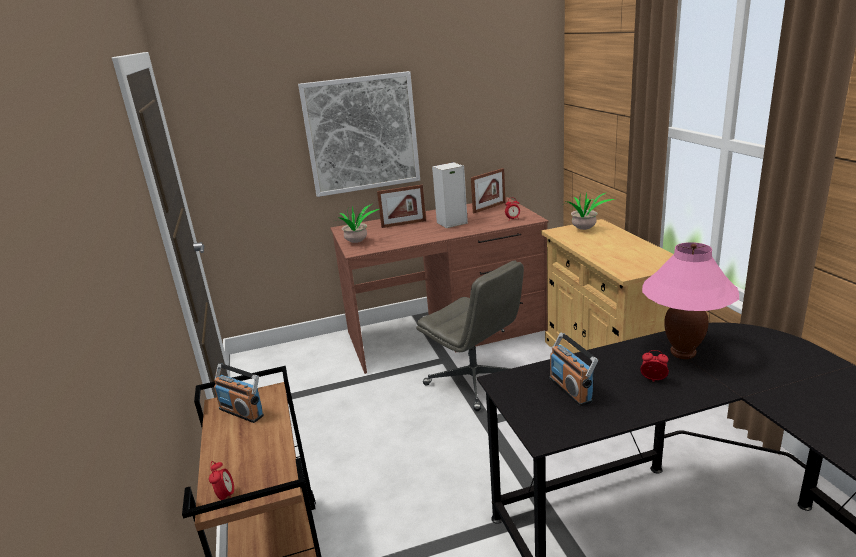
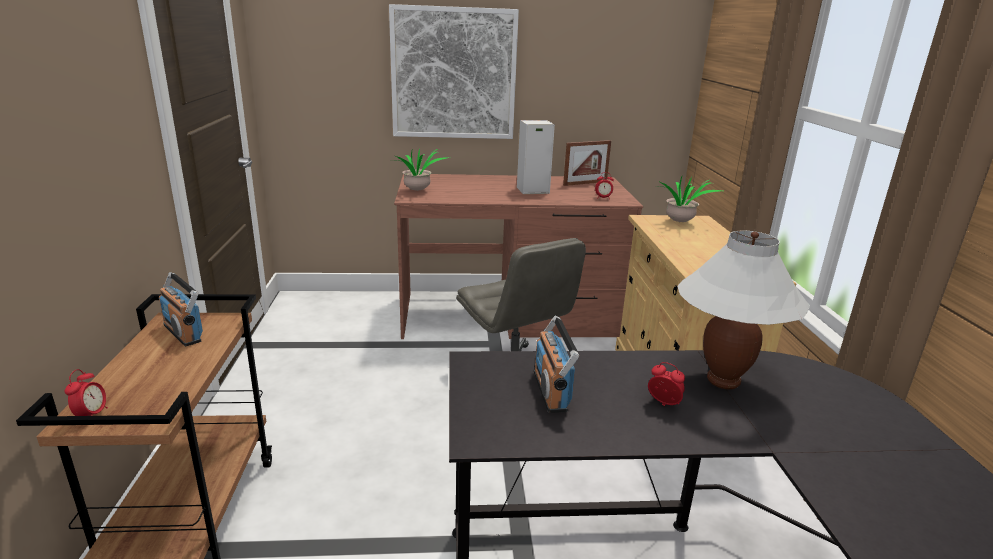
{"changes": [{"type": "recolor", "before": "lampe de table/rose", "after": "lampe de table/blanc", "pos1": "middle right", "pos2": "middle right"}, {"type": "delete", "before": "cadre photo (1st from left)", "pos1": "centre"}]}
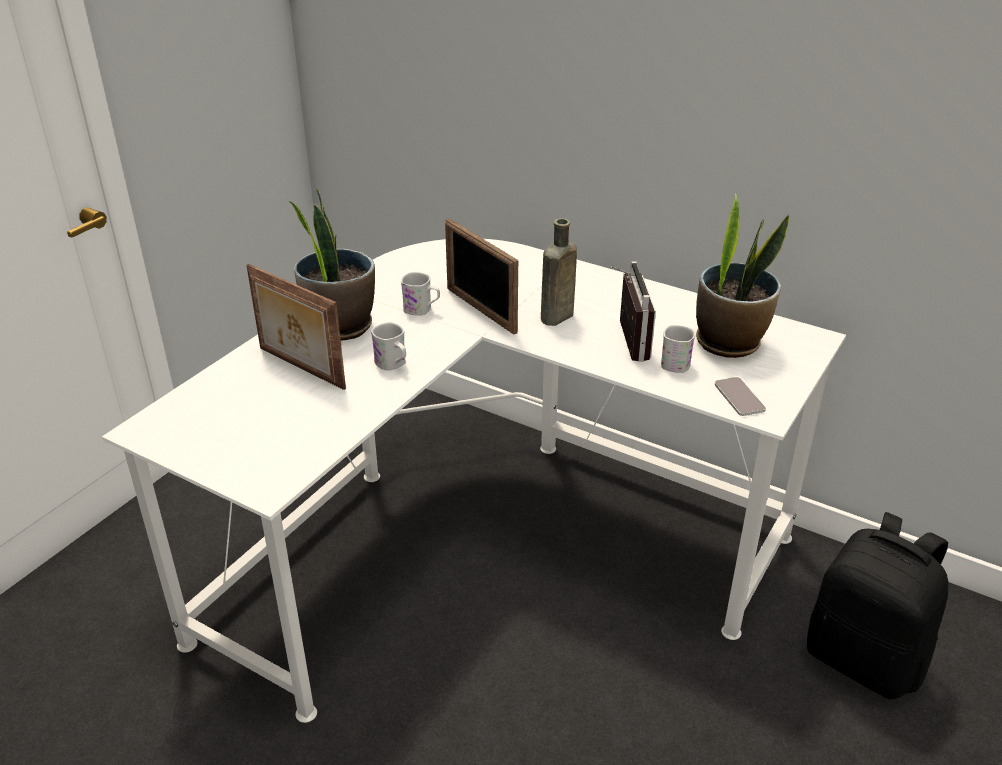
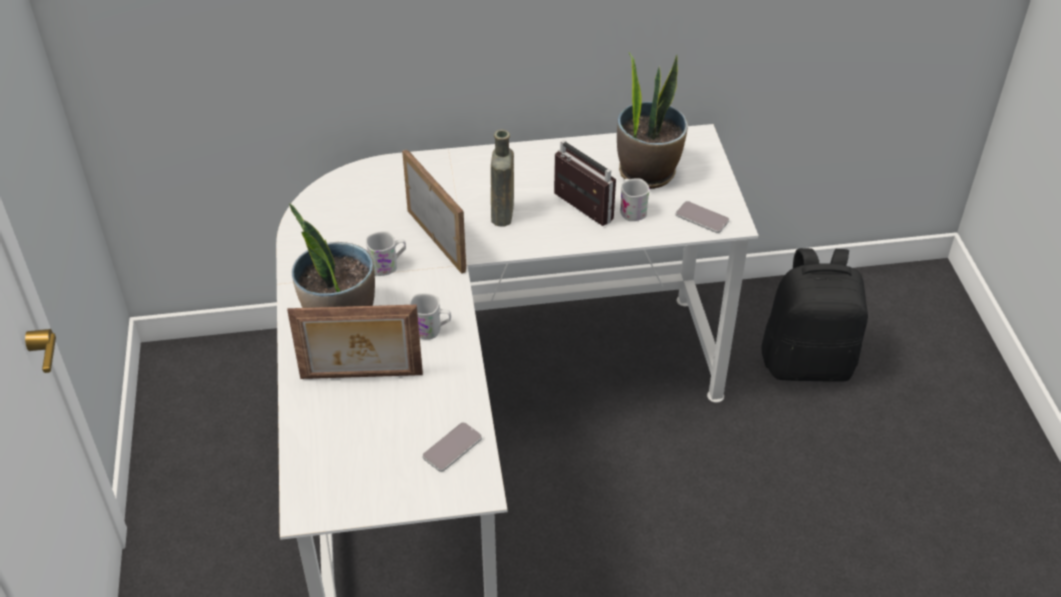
{"changes": [{"type": "rotate", "before": "cadre photo (2nd from left)", "pos1": "centre", "pos2": "centre", "turn": -135}, {"type": "insert", "after": "téléphone (1st from left)", "pos2": "bottom centre"}]}
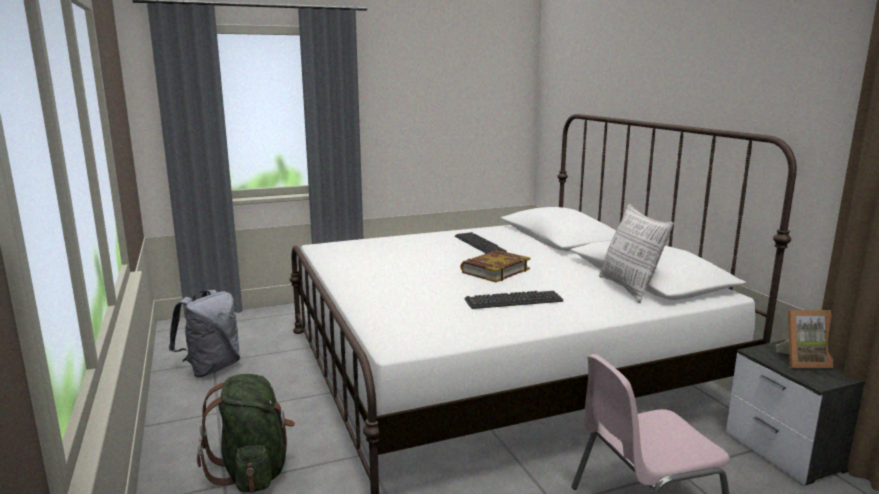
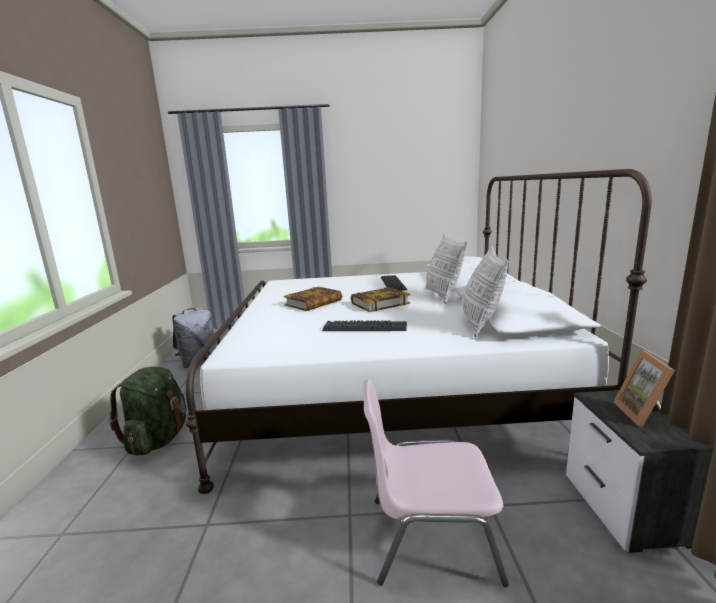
{"changes": [{"type": "insert", "after": "livre (1st from left)", "pos2": "centre"}, {"type": "insert", "after": "coussin (1st from left)", "pos2": "centre"}, {"type": "rotate", "before": "cadre photo", "pos1": "bottom right", "pos2": "middle right", "turn": 75}]}
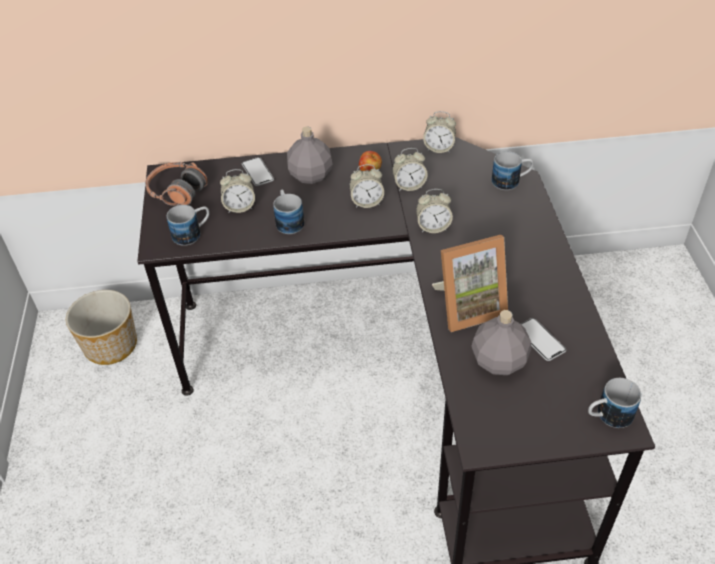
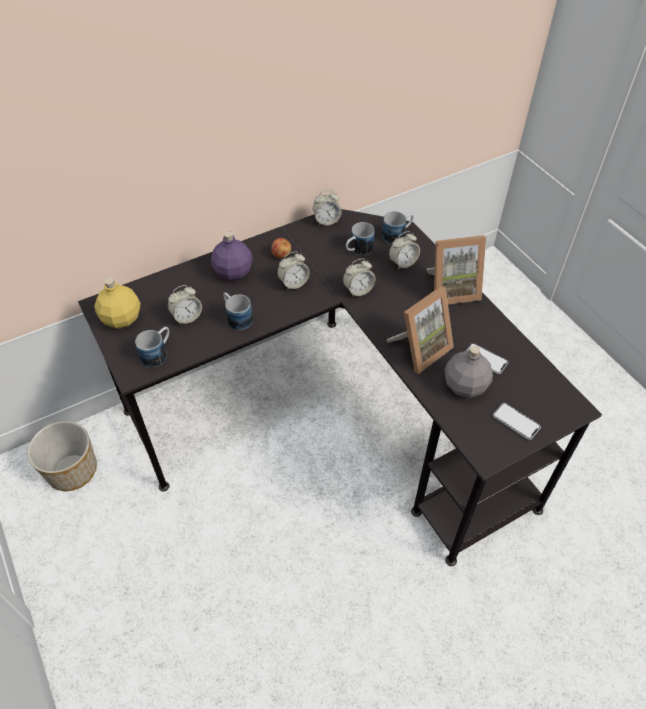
{"changes": [{"type": "replace", "before": "casque audio", "after": "bouteille/jaune", "pos1": "top left", "pos2": "middle left"}, {"type": "recolor", "before": "bouteille/gris (1st from left)", "after": "bouteille/violet", "pos1": "top centre", "pos2": "centre"}, {"type": "move", "before": "mug (4th from left in the first image)", "after": "mug (3rd from left)", "pos1": "bottom right", "pos2": "centre"}, {"type": "move", "before": "réveil (3rd from left in the first image)", "after": "réveil (5th from left)", "pos1": "top centre", "pos2": "centre"}, {"type": "insert", "after": "cadre photo (2nd from left)", "pos2": "middle right"}, {"type": "move", "before": "téléphone (1st from left in the first image)", "after": "téléphone (2nd from left)", "pos1": "top centre", "pos2": "middle right"}]}
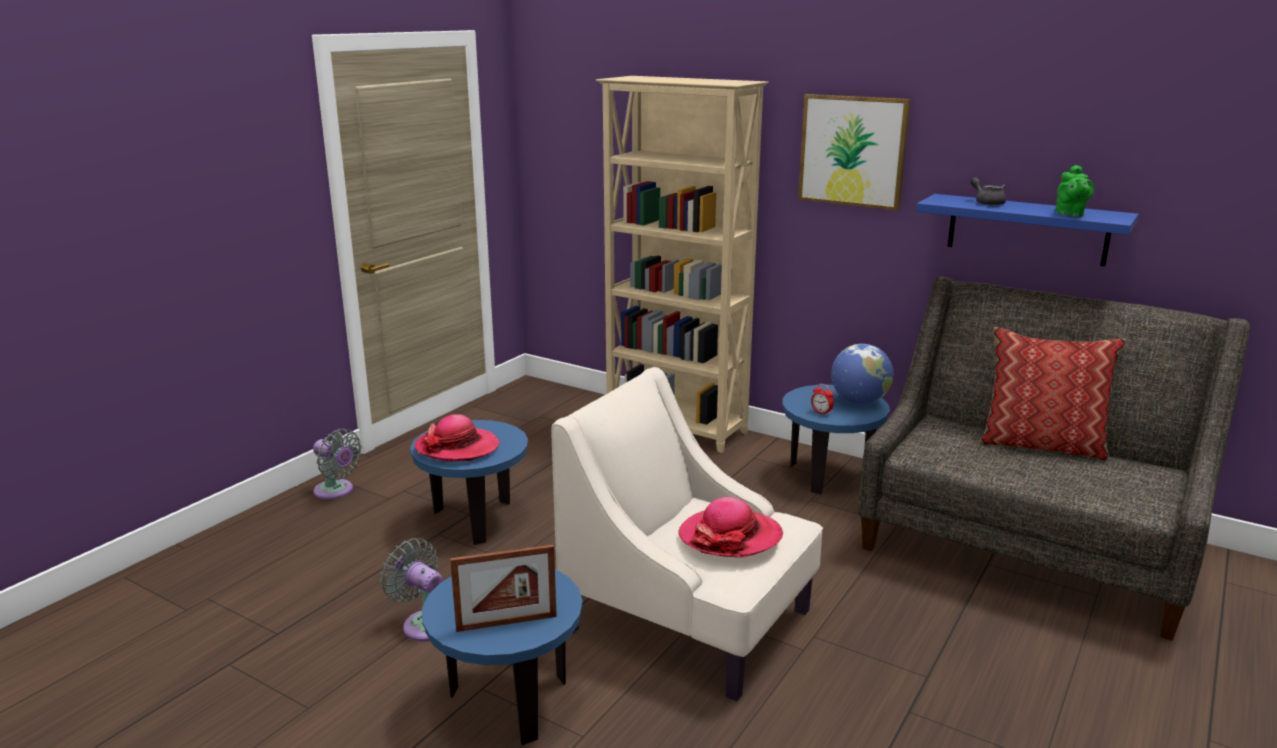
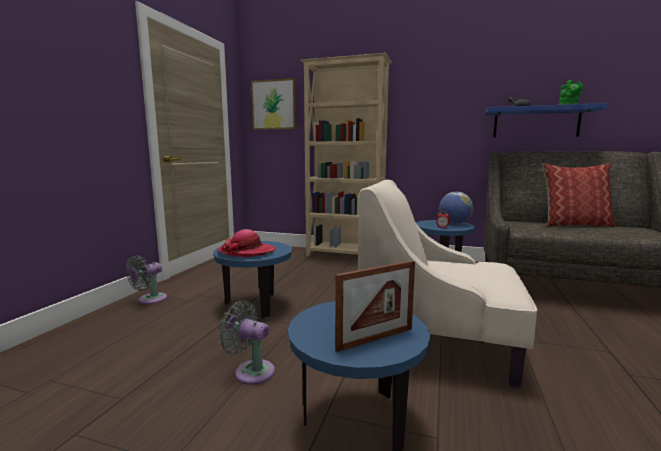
{"changes": [{"type": "rotate", "before": "ventilateur/gris (1st from left)", "pos1": "middle left", "pos2": "middle left", "turn": 105}, {"type": "move", "before": "tableau", "pos1": "top right", "pos2": "top centre"}, {"type": "delete", "before": "chapeau (2nd from left)", "pos1": "bottom centre"}]}
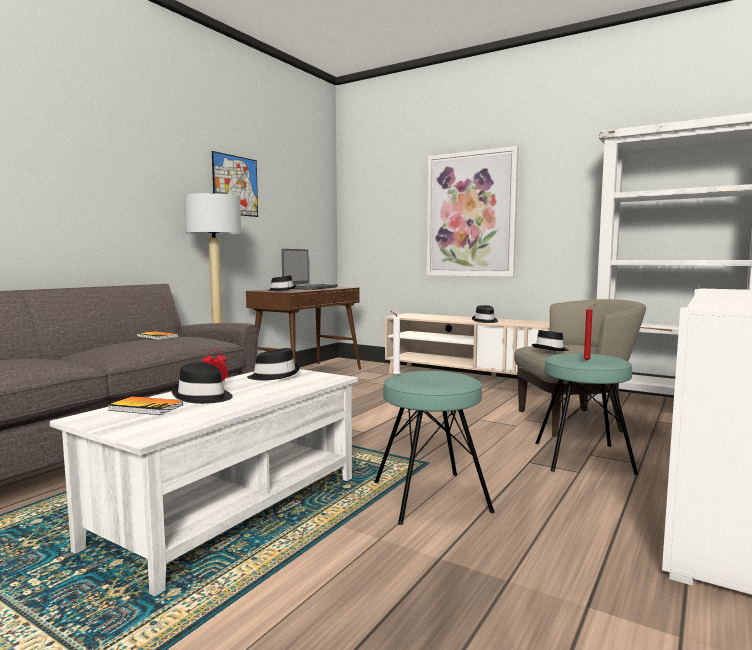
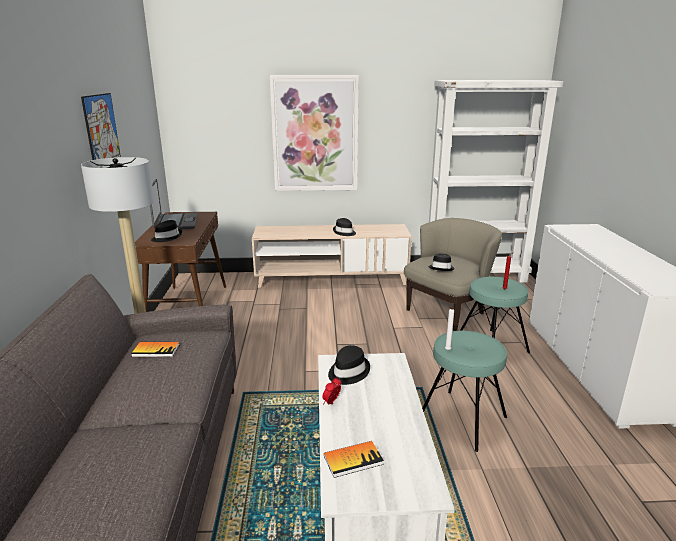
{"changes": [{"type": "delete", "before": "chapeau/noir (1st from left)", "pos1": "middle left"}]}
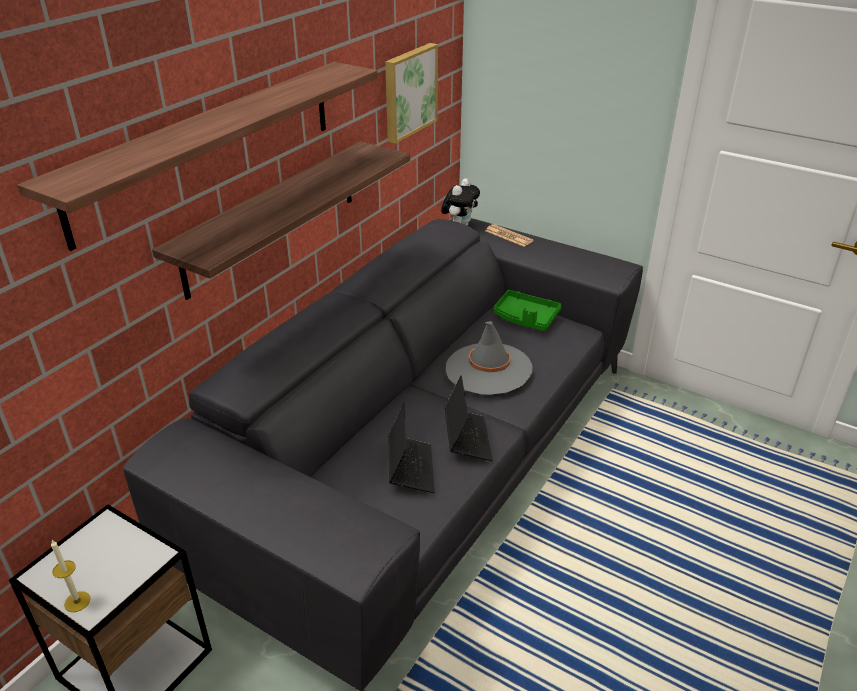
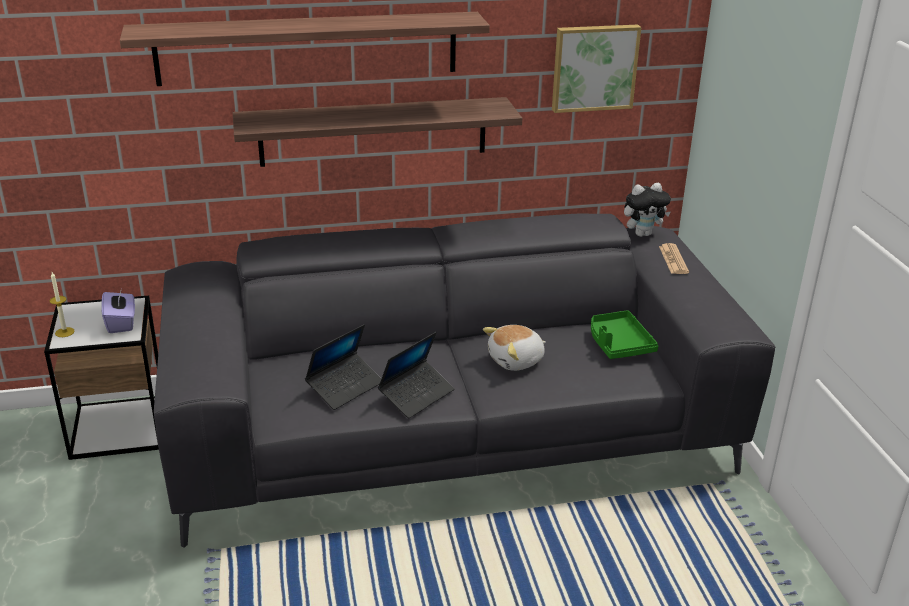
{"changes": [{"type": "insert", "after": "boîte à mouchoirs/violet", "pos2": "middle left"}, {"type": "replace", "before": "chapeau/gris", "after": "peluche (1st from left)", "pos1": "centre", "pos2": "centre"}]}
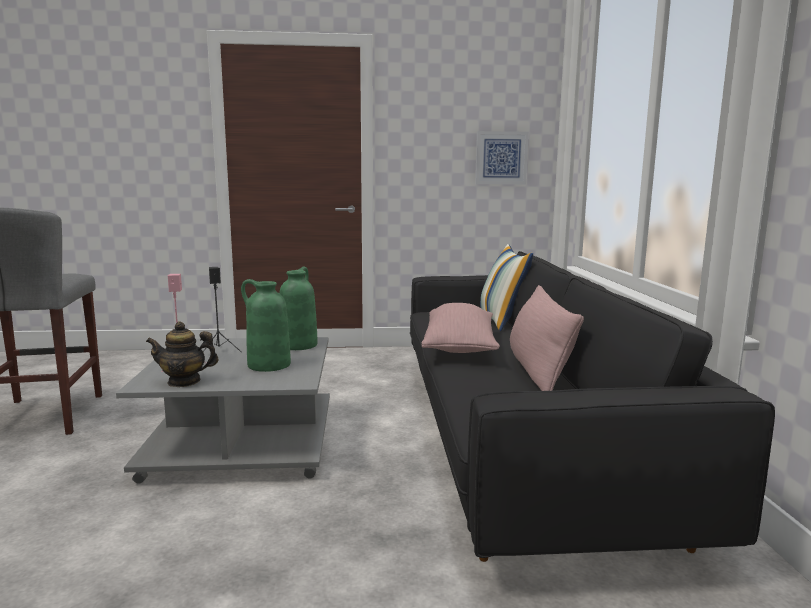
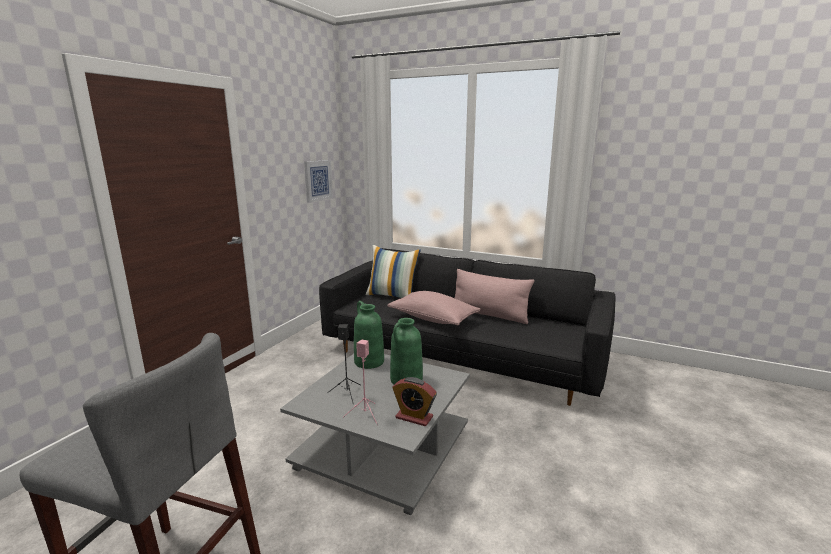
{"changes": [{"type": "replace", "before": "théière", "after": "réveil", "pos1": "middle left", "pos2": "bottom centre"}]}
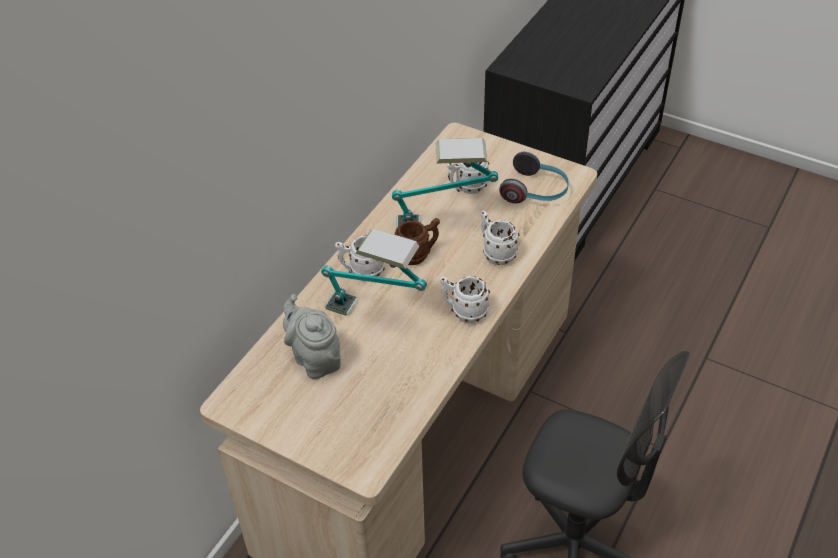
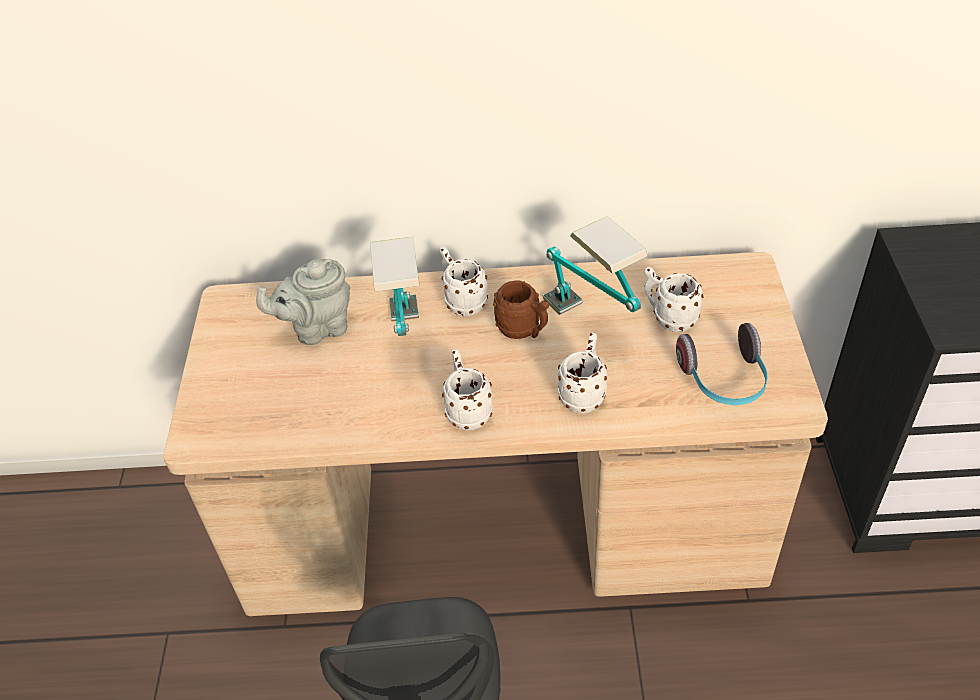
{"changes": [{"type": "rotate", "before": "théière/gris", "pos1": "centre", "pos2": "middle left", "turn": -135}]}
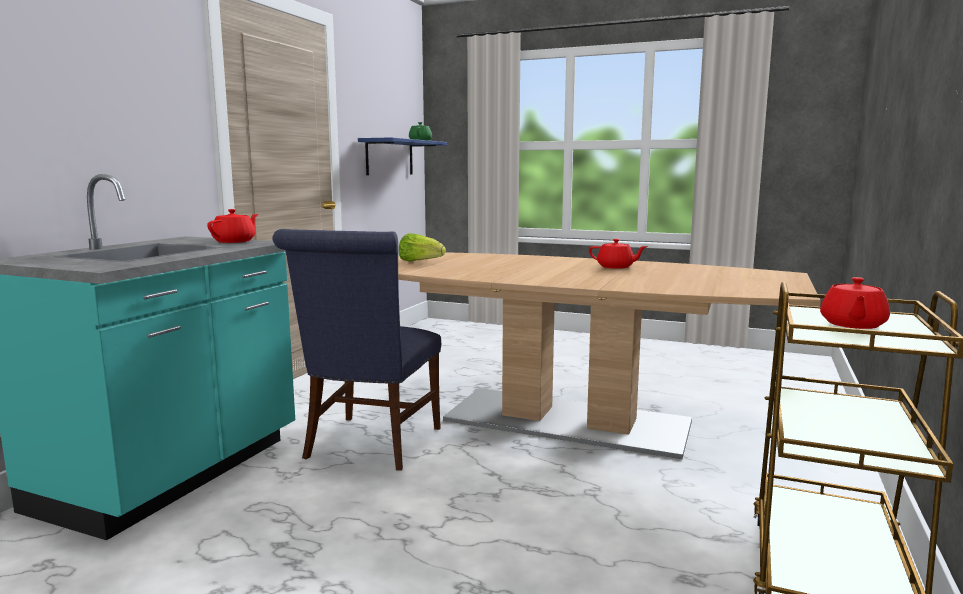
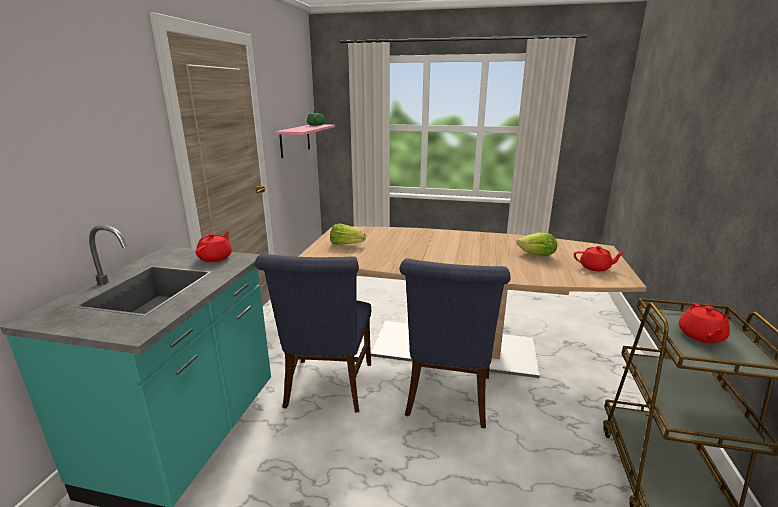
{"changes": [{"type": "recolor", "before": "étagère/bleu", "after": "étagère/rose", "pos1": "top centre", "pos2": "top centre"}, {"type": "insert", "after": "chaise/bleu (2nd from left)", "pos2": "bottom centre"}, {"type": "insert", "after": "laitue (2nd from left)", "pos2": "middle right"}, {"type": "move", "before": "théière/rouge (2nd from left)", "pos1": "centre", "pos2": "middle right"}]}
